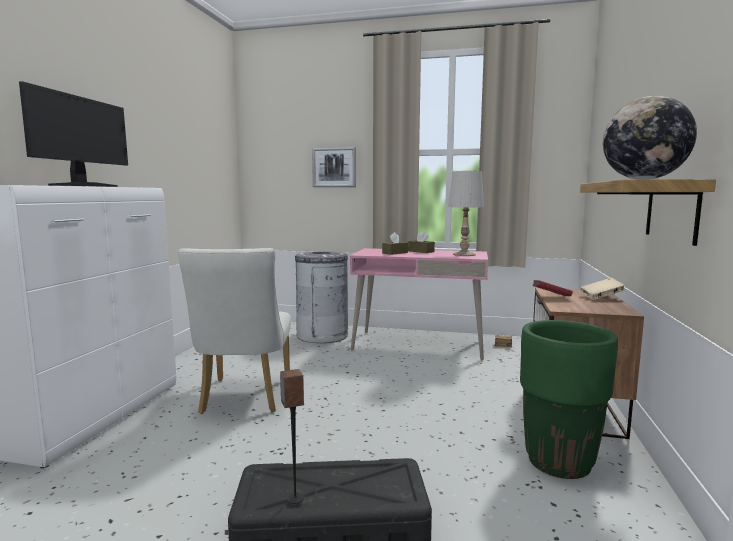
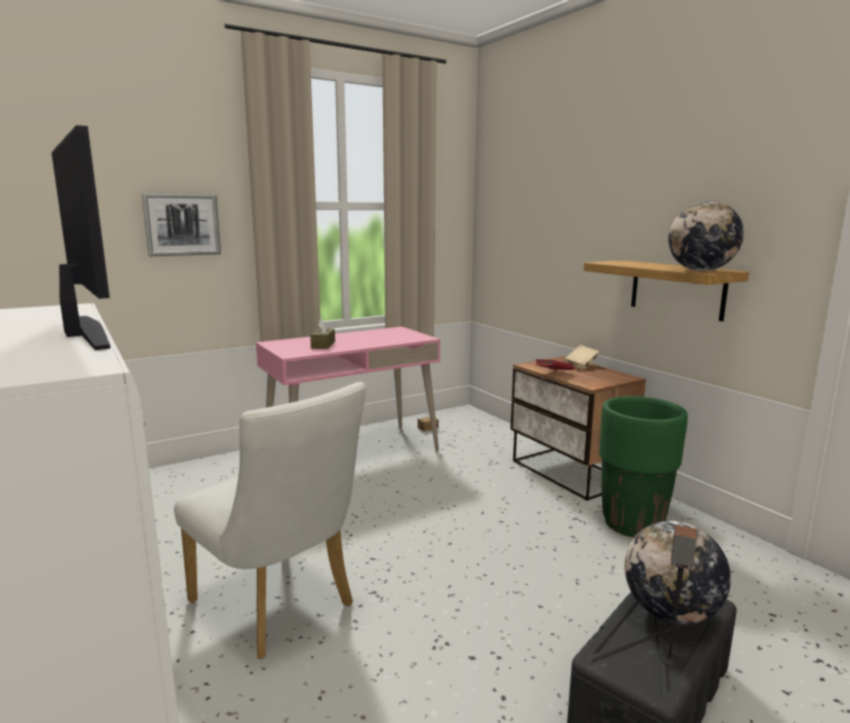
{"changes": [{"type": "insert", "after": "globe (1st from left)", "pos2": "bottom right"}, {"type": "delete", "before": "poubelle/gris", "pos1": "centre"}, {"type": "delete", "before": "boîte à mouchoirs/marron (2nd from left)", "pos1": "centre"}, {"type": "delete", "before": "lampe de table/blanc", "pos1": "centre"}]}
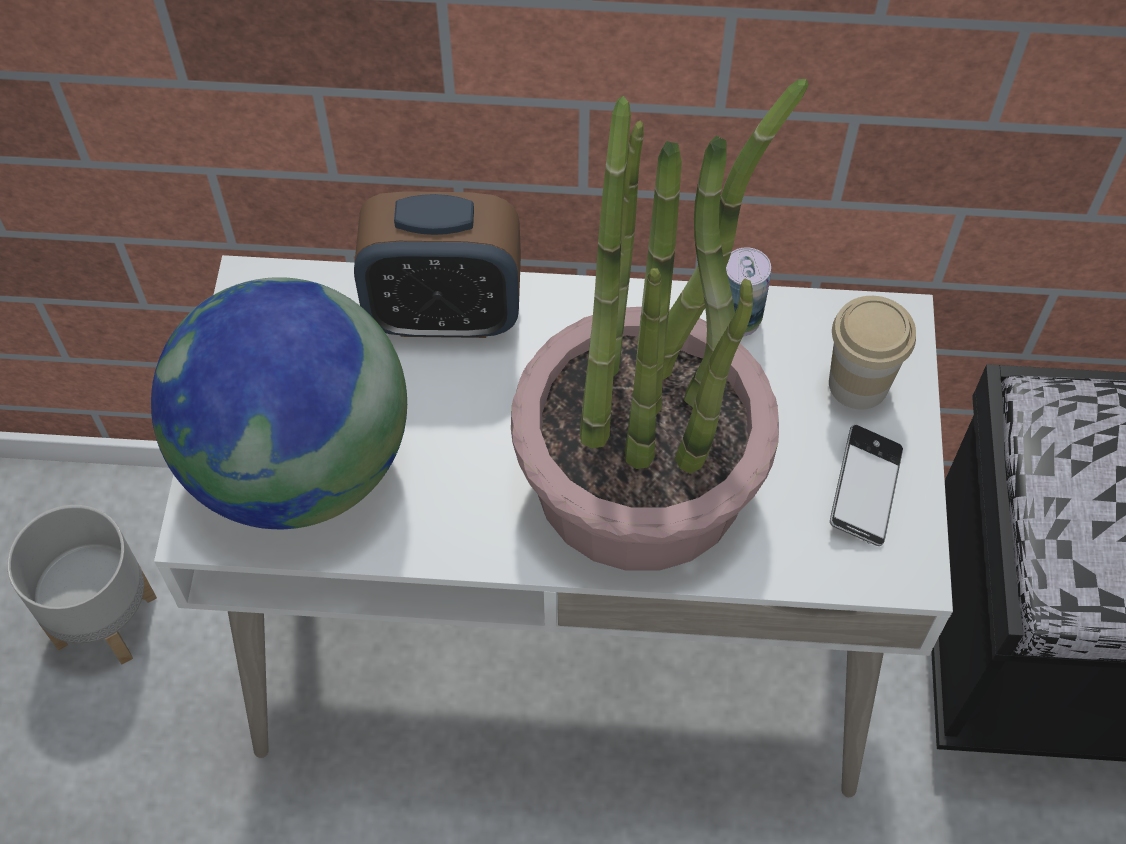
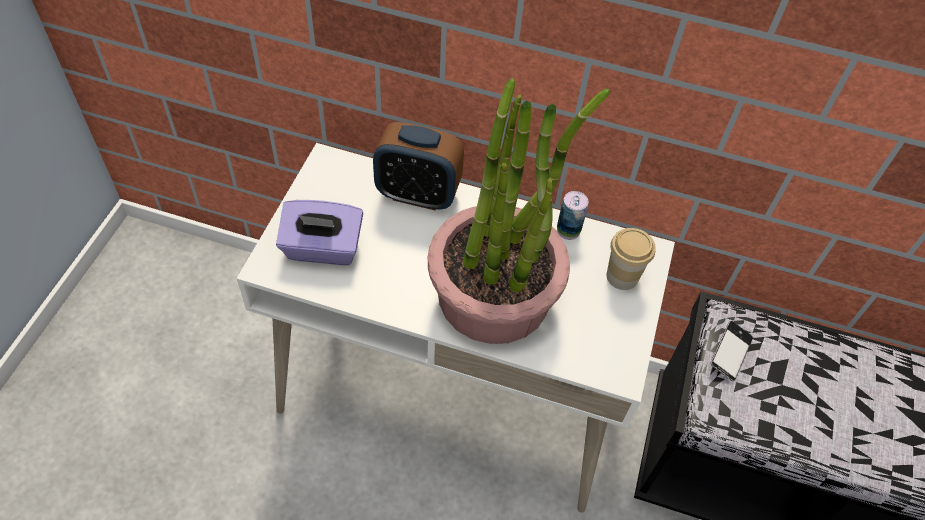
{"changes": [{"type": "replace", "before": "globe", "after": "boîte à mouchoirs/violet", "pos1": "middle left", "pos2": "centre"}, {"type": "move", "before": "téléphone", "pos1": "middle right", "pos2": "bottom right"}, {"type": "delete", "before": "cache-pot/gris", "pos1": "bottom left"}]}
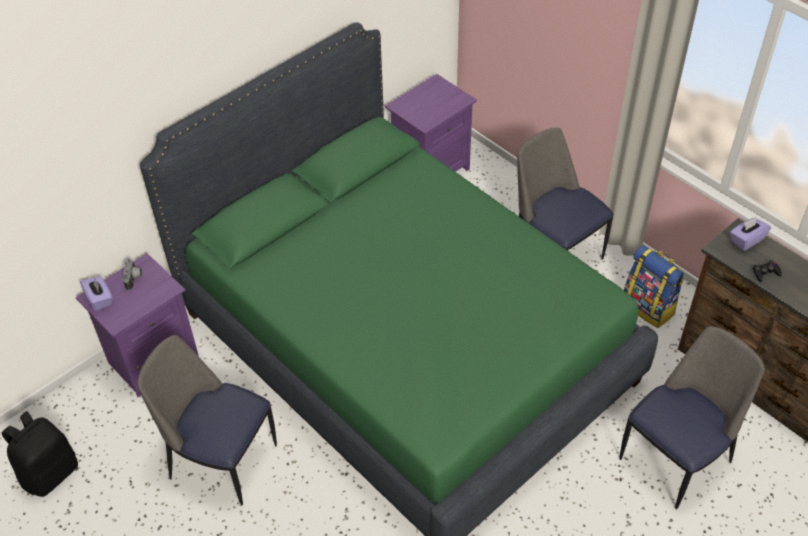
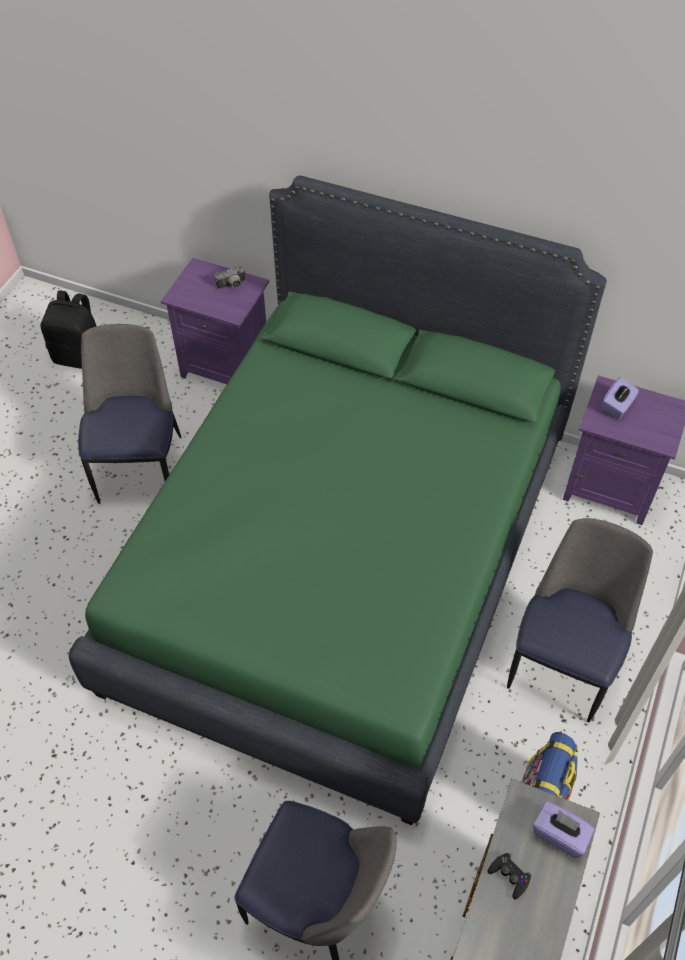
{"changes": [{"type": "move", "before": "boîte à mouchoirs/violet (1st from left in the first image)", "after": "boîte à mouchoirs/violet (2nd from left)", "pos1": "middle left", "pos2": "middle right"}]}
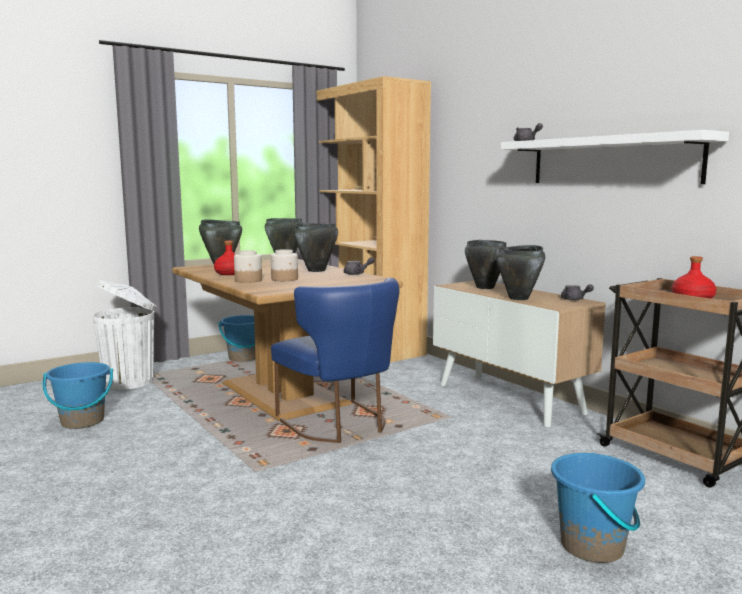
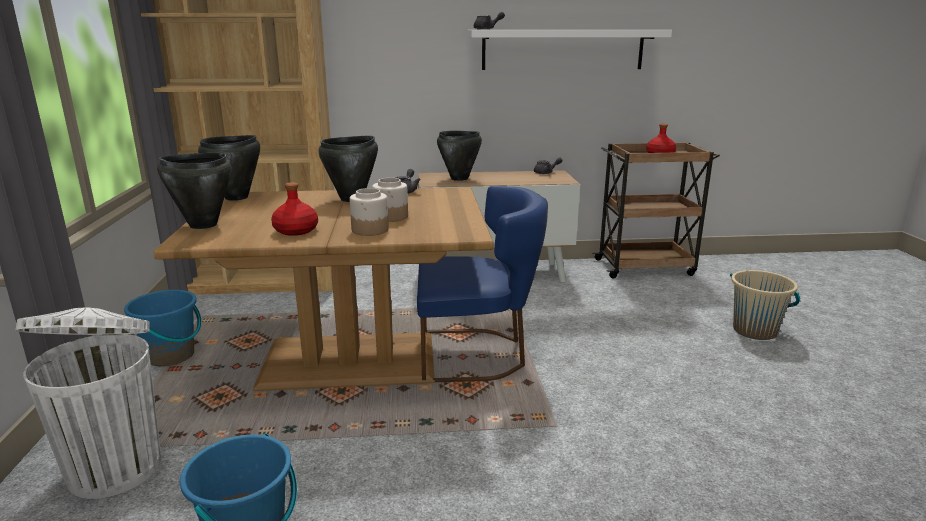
{"changes": [{"type": "recolor", "before": "seau/bleu (3rd from left)", "after": "seau/beige", "pos1": "bottom right", "pos2": "middle right"}, {"type": "delete", "before": "marmite/noir (5th from left)", "pos1": "middle right"}]}
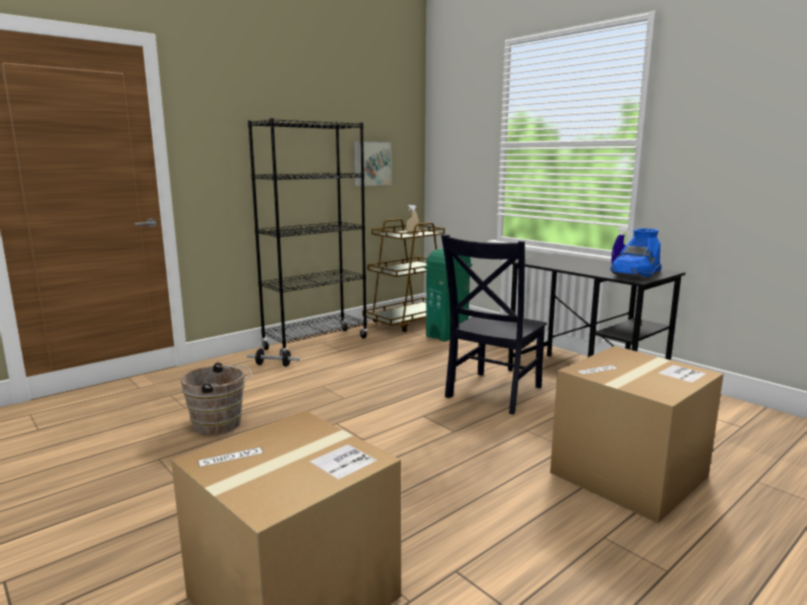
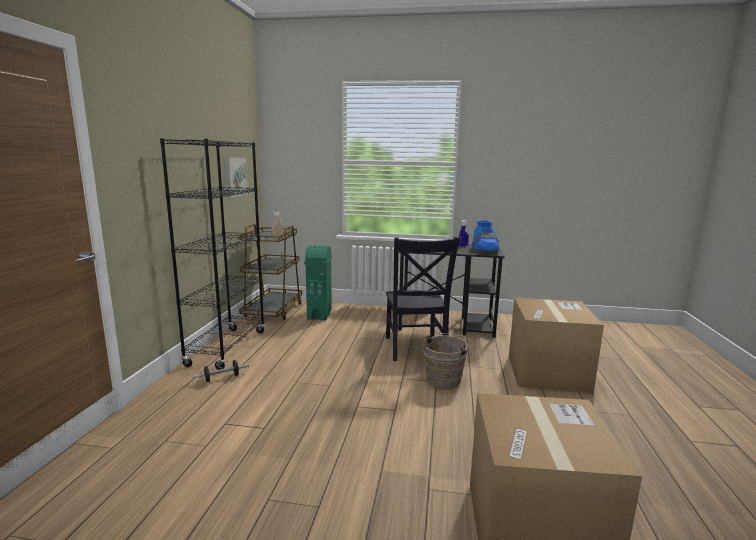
{"changes": [{"type": "move", "before": "seau/marron", "pos1": "middle left", "pos2": "bottom centre"}]}
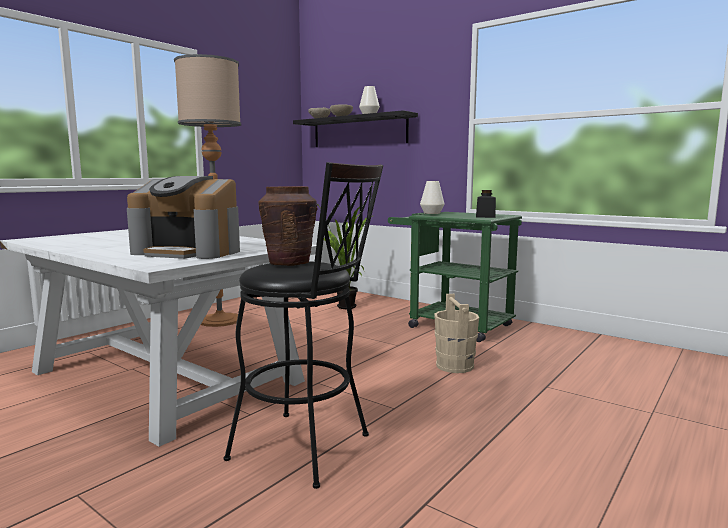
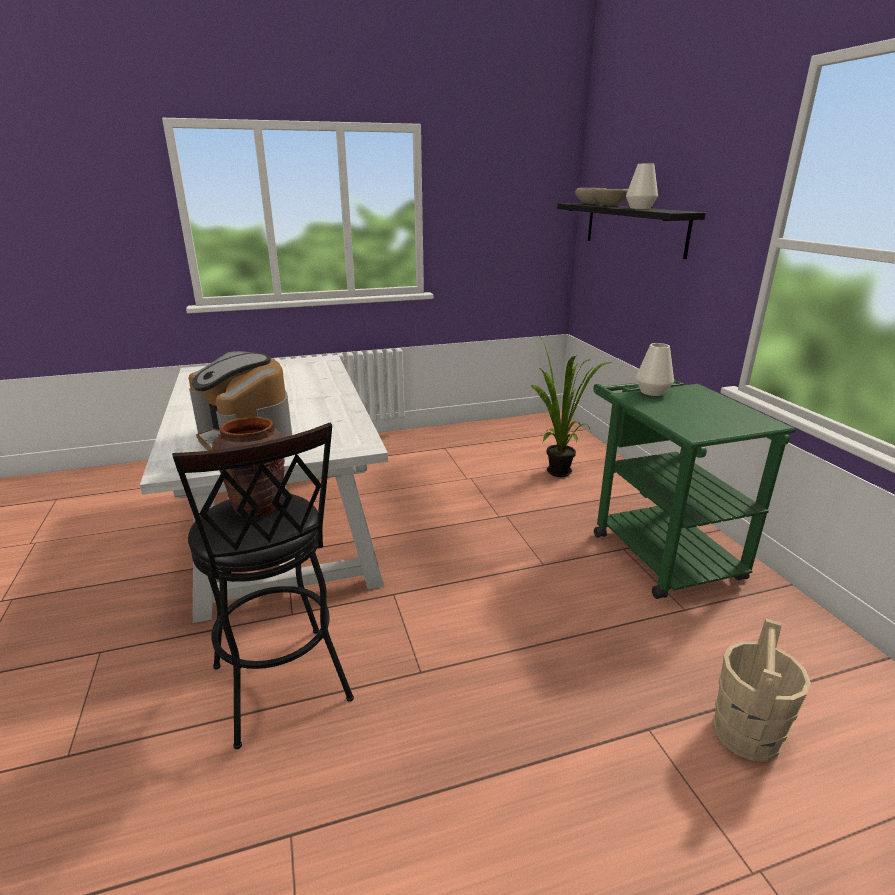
{"changes": [{"type": "move", "before": "seau/beige", "pos1": "centre", "pos2": "bottom right"}, {"type": "delete", "before": "lampadaire", "pos1": "middle left"}, {"type": "delete", "before": "bocal/noir", "pos1": "middle right"}]}
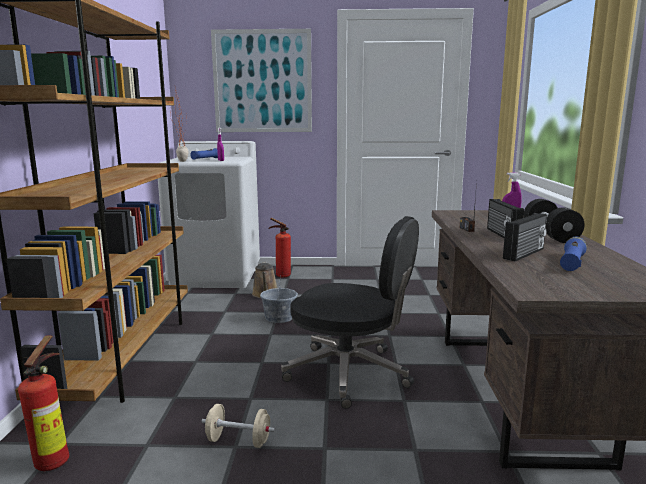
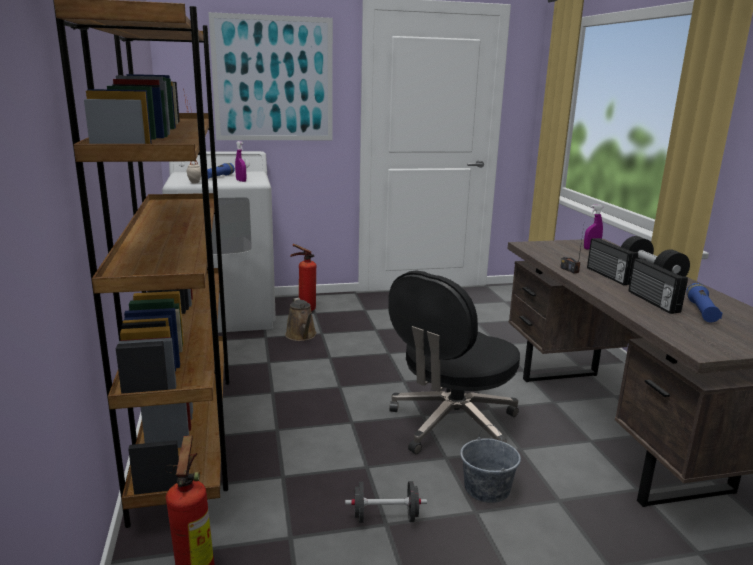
{"changes": [{"type": "recolor", "before": "haltère/beige", "after": "haltère/noir (1st from left)", "pos1": "bottom centre", "pos2": "bottom centre"}, {"type": "rotate", "before": "chaise de bureau/noir", "pos1": "centre", "pos2": "centre", "turn": 120}, {"type": "move", "before": "seau/gris", "pos1": "centre", "pos2": "bottom centre"}, {"type": "rotate", "before": "radio (3rd from left)", "pos1": "middle right", "pos2": "middle right", "turn": 135}]}
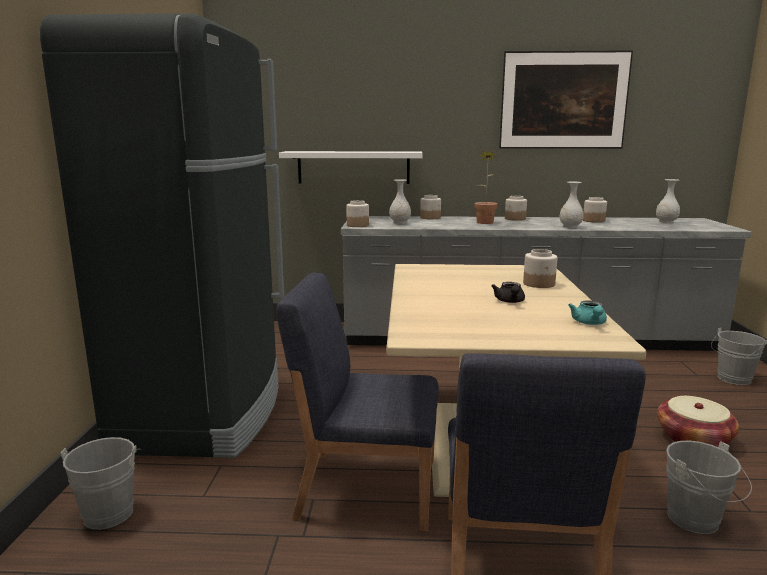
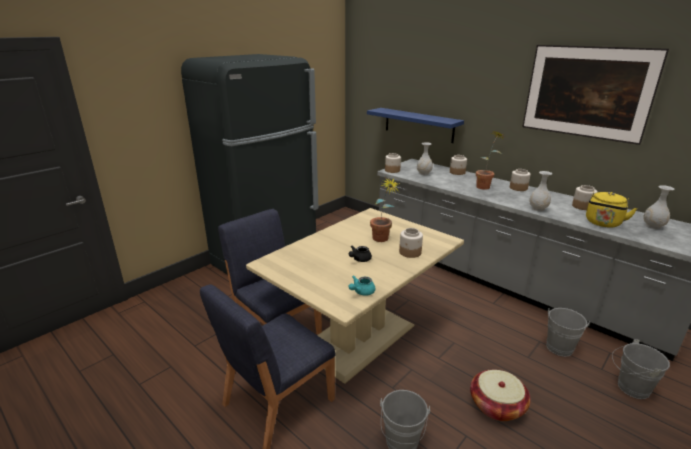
{"changes": [{"type": "recolor", "before": "étagère/blanc", "after": "étagère/bleu", "pos1": "top centre", "pos2": "top centre"}, {"type": "insert", "after": "plante en pot (1st from left)", "pos2": "centre"}, {"type": "move", "before": "seau/gris (1st from left in the first image)", "after": "seau/gris (2nd from left)", "pos1": "bottom left", "pos2": "bottom right"}, {"type": "insert", "after": "bouilloire/jaune", "pos2": "middle right"}]}
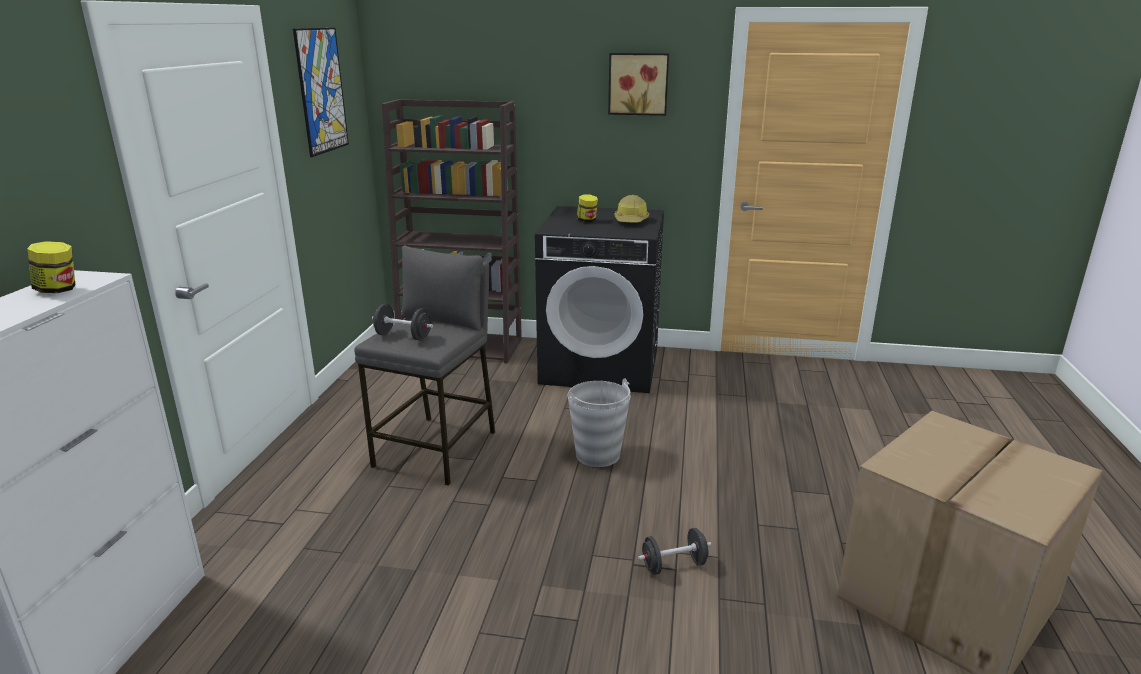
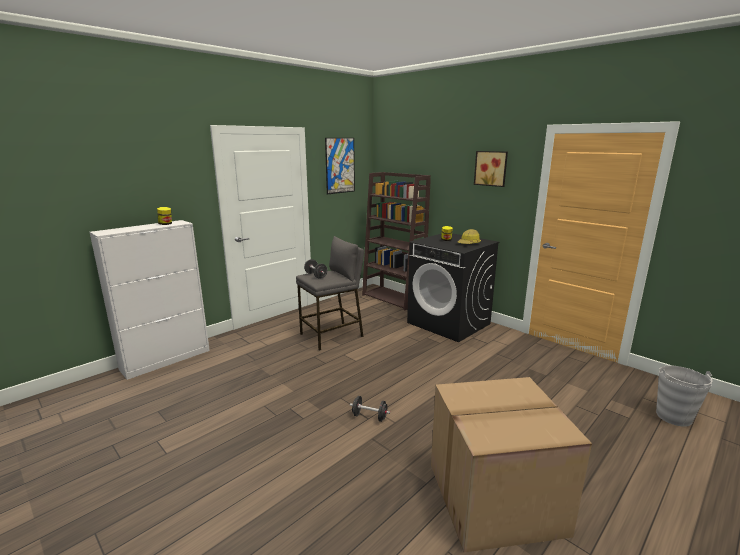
{"changes": [{"type": "move", "before": "seau/gris", "pos1": "centre", "pos2": "bottom right"}]}
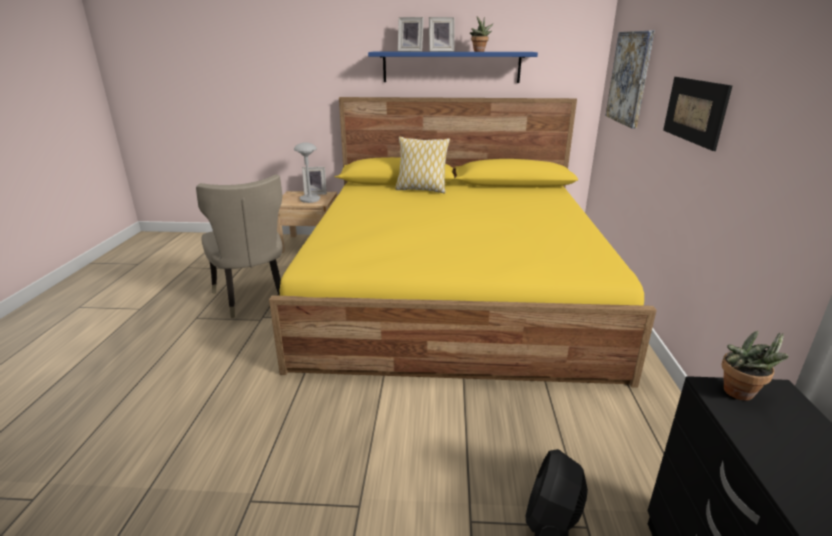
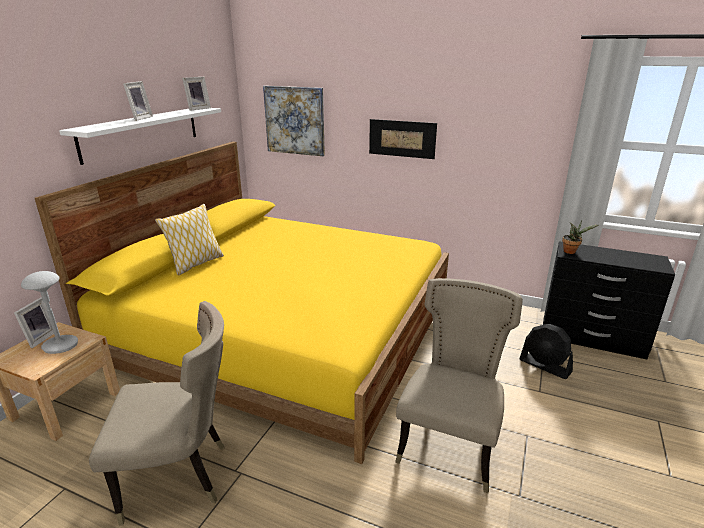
{"changes": [{"type": "recolor", "before": "étagère/bleu", "after": "étagère/blanc", "pos1": "top centre", "pos2": "top left"}, {"type": "move", "before": "cadre photo (2nd from left in the first image)", "after": "cadre photo (3rd from left)", "pos1": "top centre", "pos2": "top left"}, {"type": "insert", "after": "chaise/beige (2nd from left)", "pos2": "bottom centre"}, {"type": "delete", "before": "plante en pot (1st from left)", "pos1": "top centre"}]}
